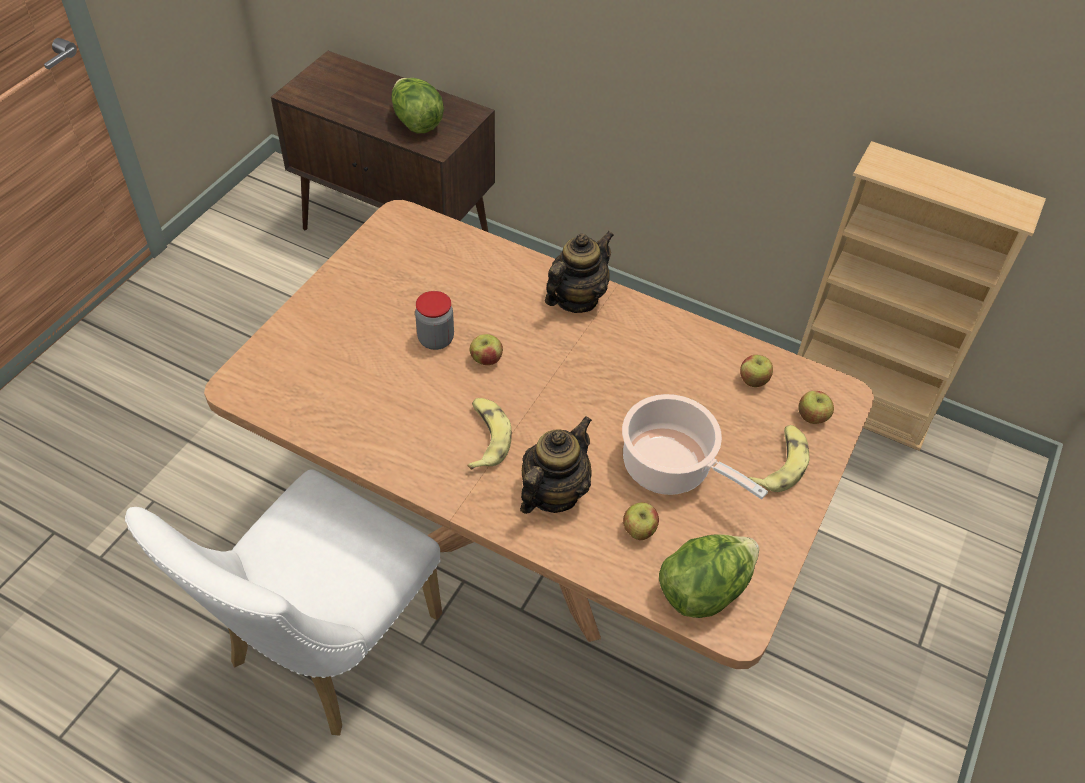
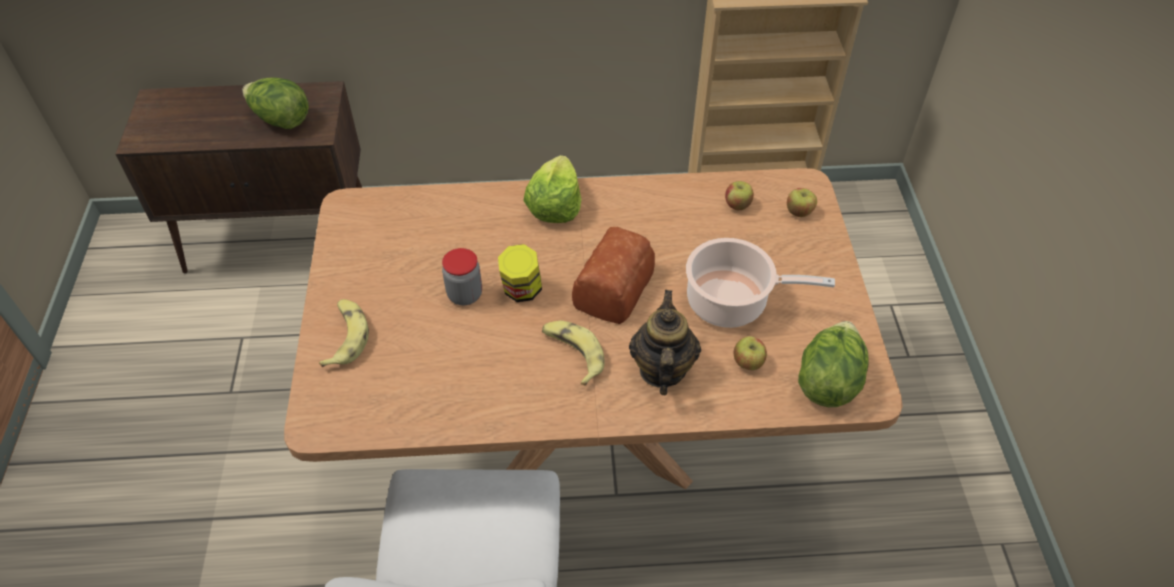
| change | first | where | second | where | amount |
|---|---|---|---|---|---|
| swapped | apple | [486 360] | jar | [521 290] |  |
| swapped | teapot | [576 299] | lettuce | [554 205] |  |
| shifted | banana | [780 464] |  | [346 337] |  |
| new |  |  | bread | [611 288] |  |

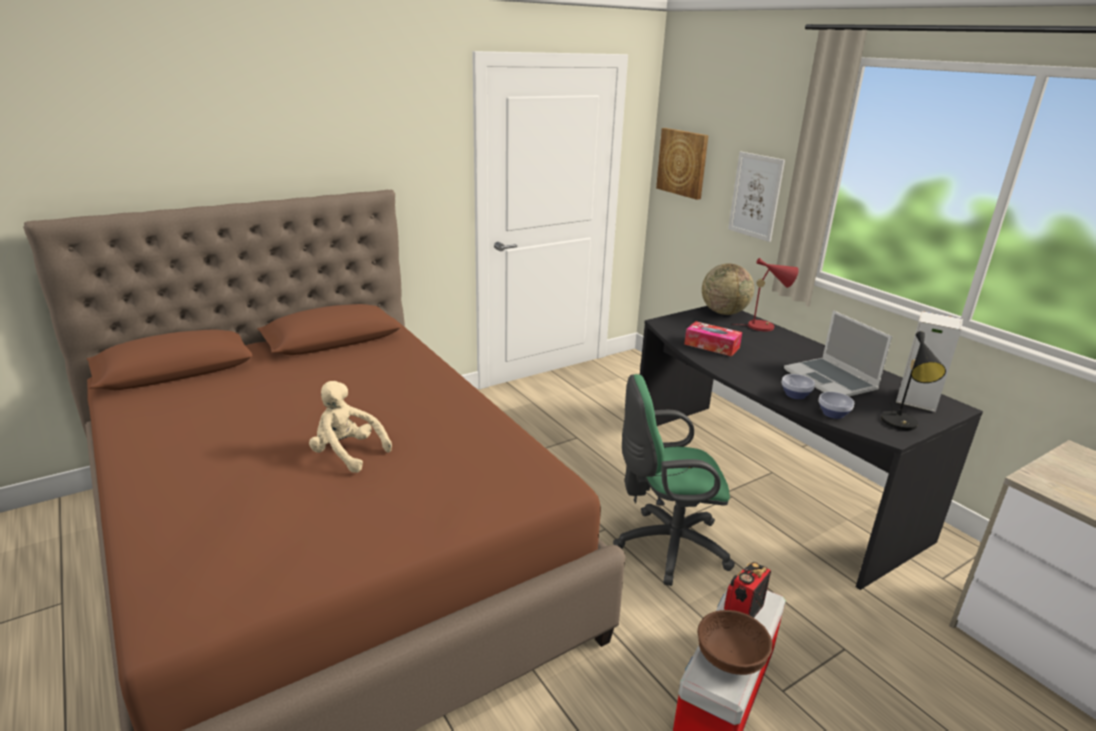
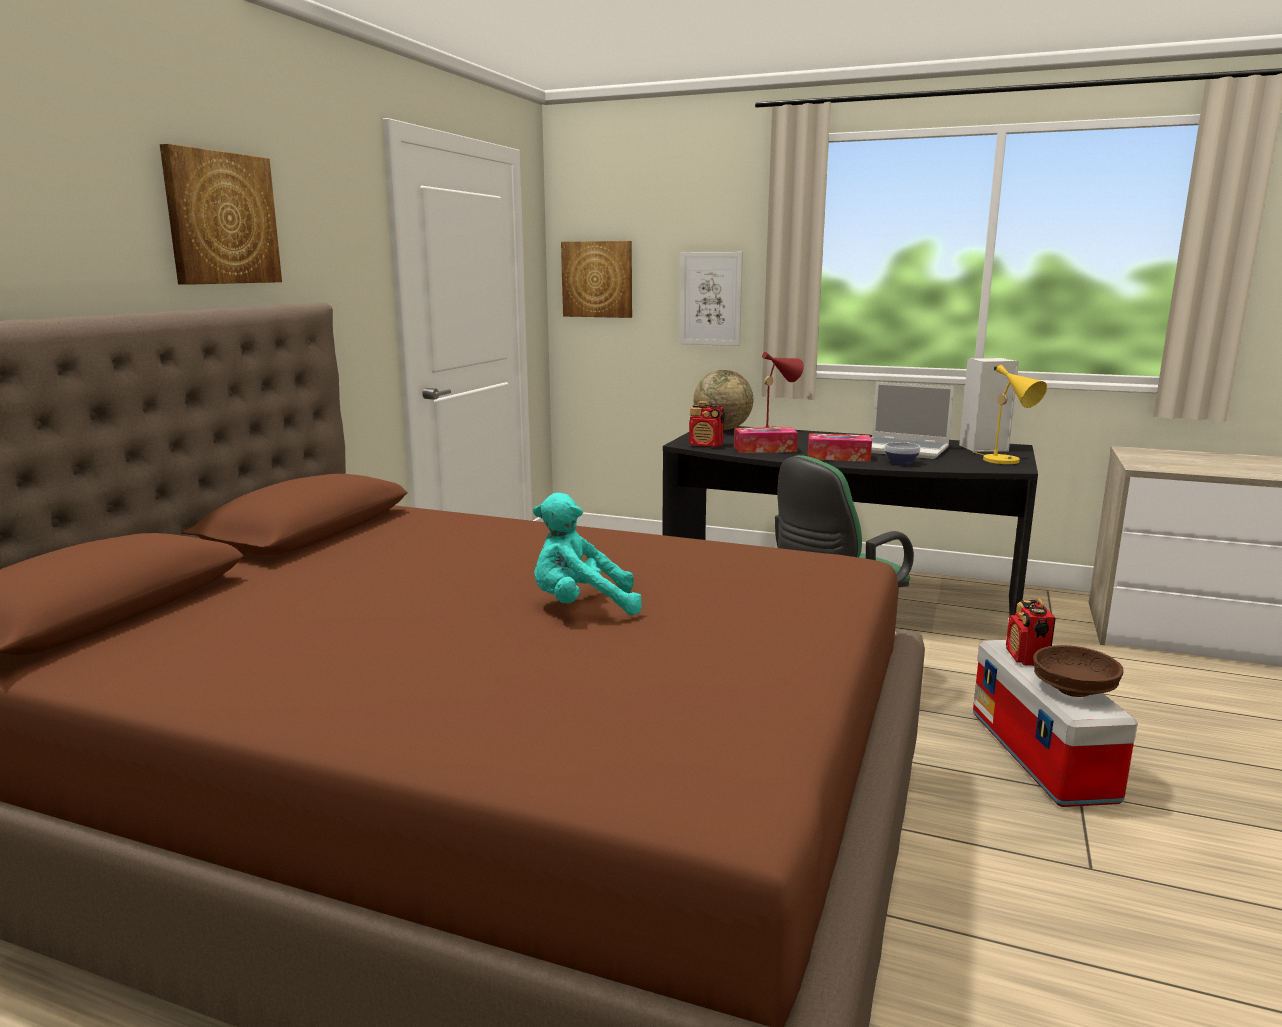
| change | first | where | second | where | amount |
|---|---|---|---|---|---|
| repainted | beige plush toy | [347 453] | turquoise plush toy | [581 607] |  |
| gone | bowl | [833 414] |  |  |  |
| repainted | black table lamp | [901 424] | yellow table lamp | [1006 461] |  |
| new |  |  | picture | [221 218] |  |
| new |  |  | radio | [706 445] |  |
| new |  |  | tissue box | [838 457] |  |

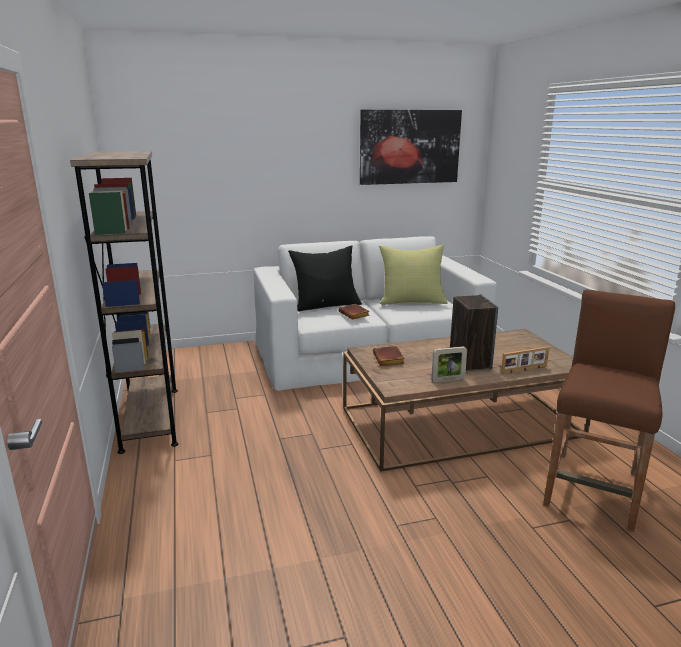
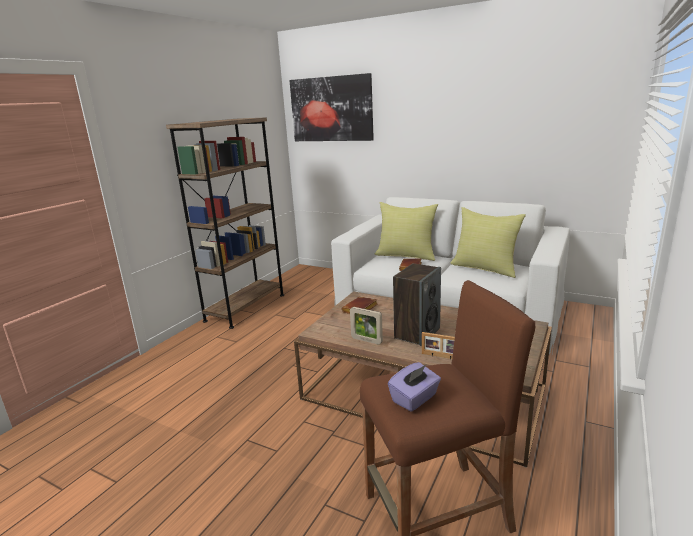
| change | first | where | second | where | amount |
|---|---|---|---|---|---|
| repainted | black pillow | [326 305] | yellow pillow | [406 255] |  |
| shifted | picture | [409 147] |  | [331 109] |  |
| new |  |  | purple tissue box | [415 399] |  |

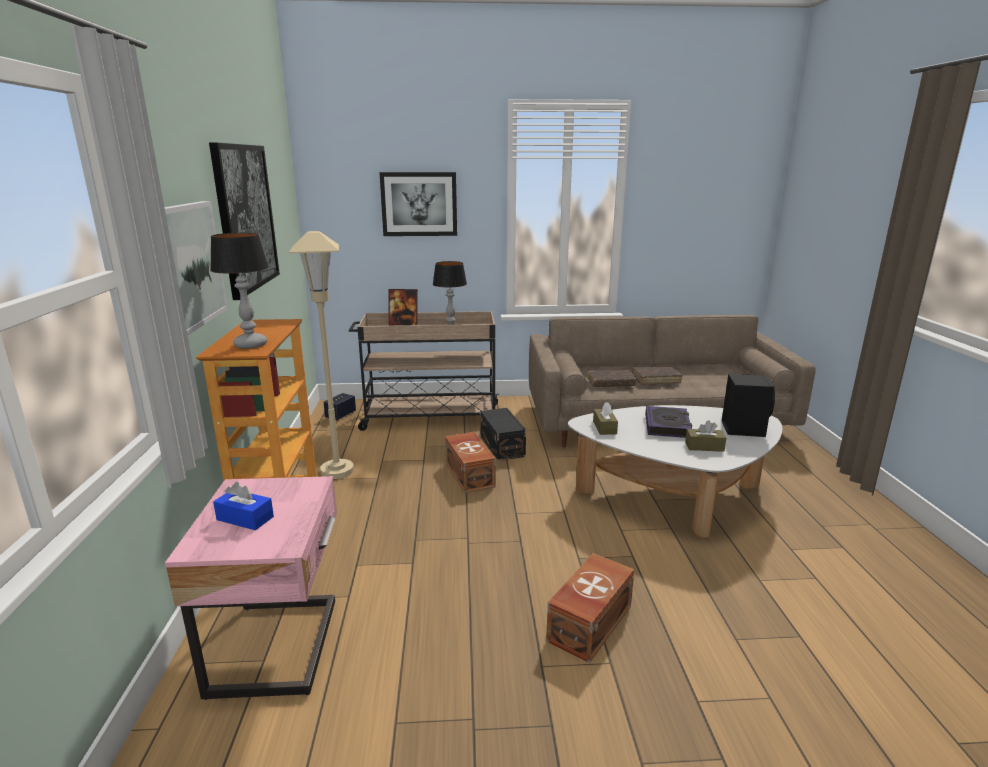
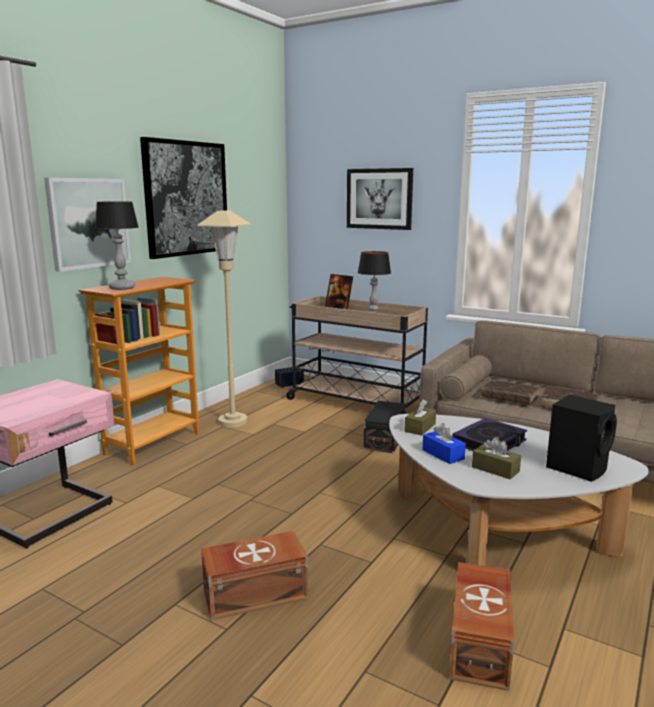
| change | first | where | second | where | amount |
|---|---|---|---|---|---|
| shifted | blue tissue box | [245 518] |  | [443 454] |  |
| shifted | brown storage box | [470 474] |  | [481 642] |  |

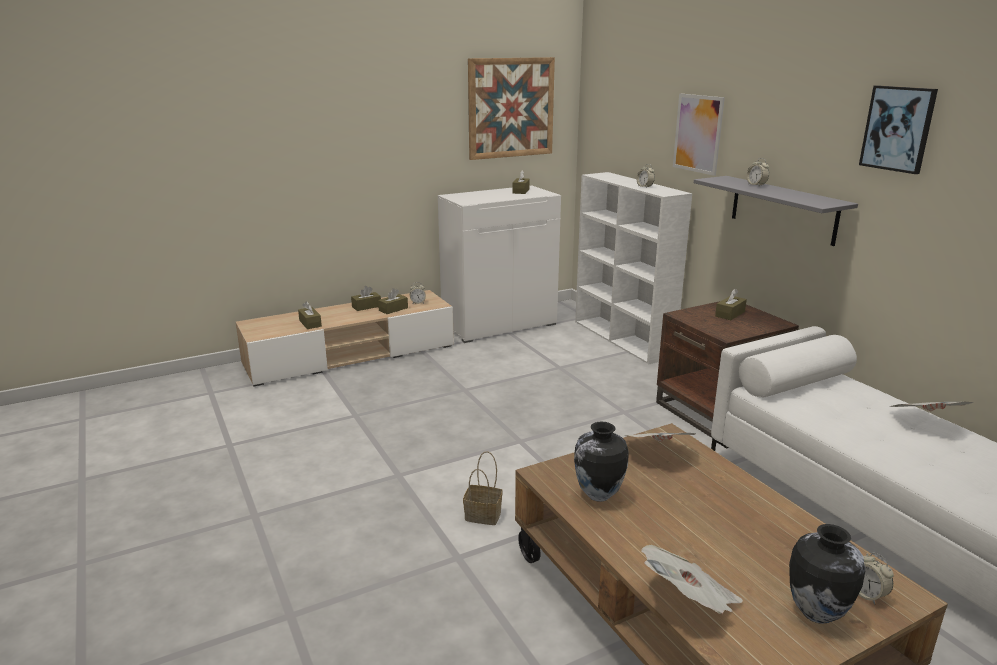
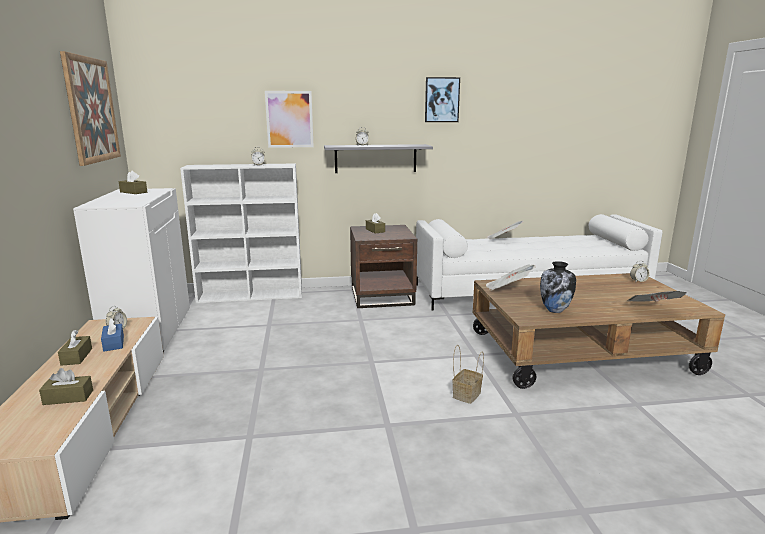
| change | first | where | second | where | amount |
|---|---|---|---|---|---|
| repainted | brown tissue box | [393 309] | blue tissue box | [113 343] |  |
| gone | vase | [816 612] |  |  |  |

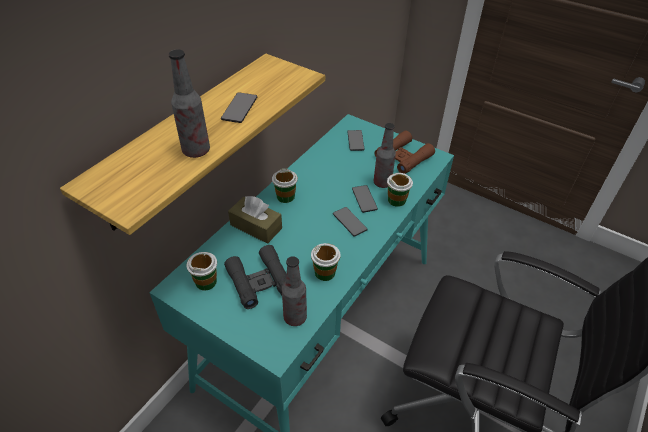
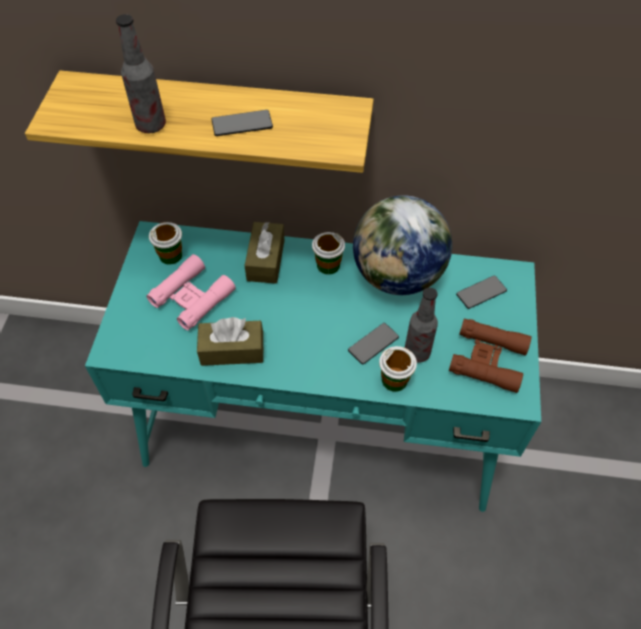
| change | first | where | second | where | amount |
|---|---|---|---|---|---|
| repainted | black binoculars | [259 281] | pink binoculars | [192 297] |  |
| gone | bottle | [295 317] |  |  |  |
| swapped | cup | [325 272] | brown tissue box | [232 350] |  |
| gone | phone | [349 222] |  |  |  |
| new |  |  | globe | [397 276] |  |

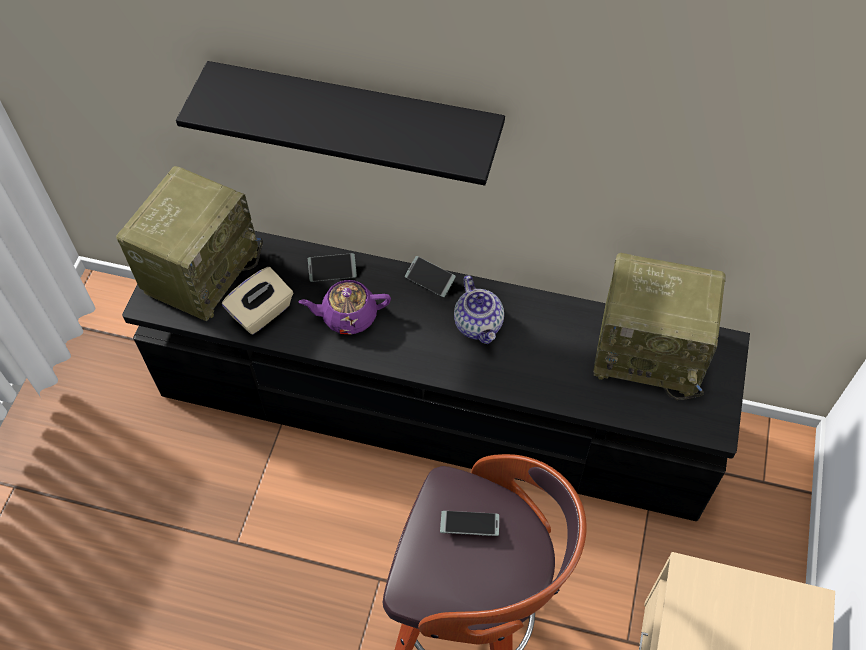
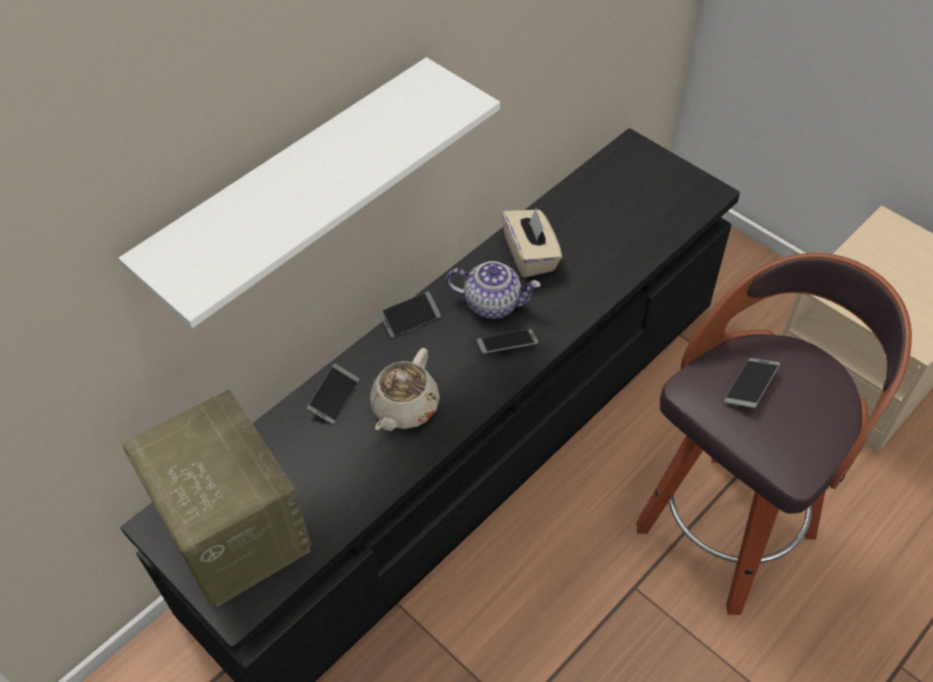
| change | first | where | second | where | amount |
|---|---|---|---|---|---|
| repainted | black shelf | [356 118] | white shelf | [293 190] |  |
| shifted | beige tissue box | [262 313] |  | [531 255] |  |
| repainted | purple teapot | [348 316] | beige teapot | [404 408] |  |
| gone | radio | [651 351] |  |  |  |
| new |  |  | phone | [507 345] |  |

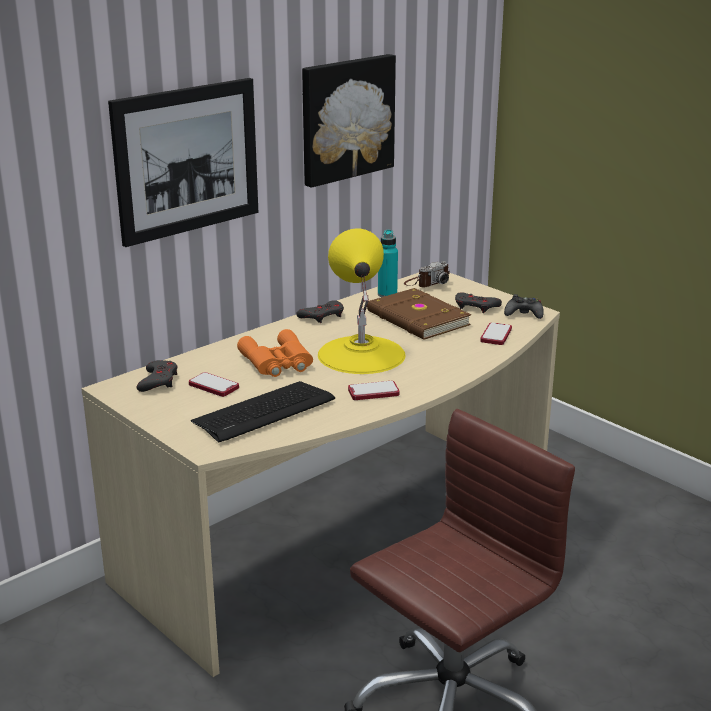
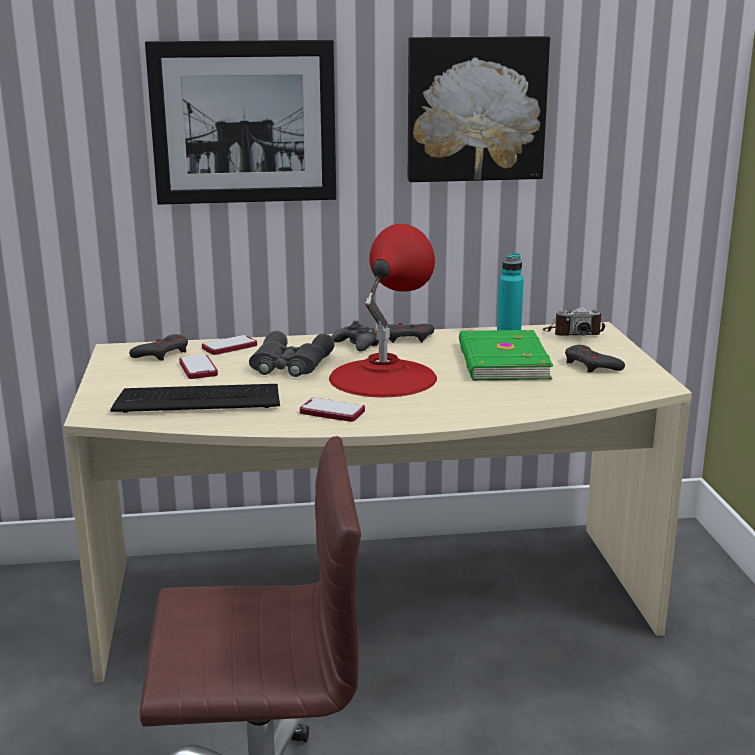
| change | first | where | second | where | amount |
|---|---|---|---|---|---|
| repainted | orange binoculars | [277 362] | grey binoculars | [289 364] |  |
| repainted | yellow table lamp | [361 354] | red table lamp | [382 377] |  |
| repainted | brown book | [417 319] | green book | [501 361] |  |
| shifted | phone | [496 335] |  | [229 347] |  |
| shifted | black game controller | [524 313] |  | [357 345] |  |

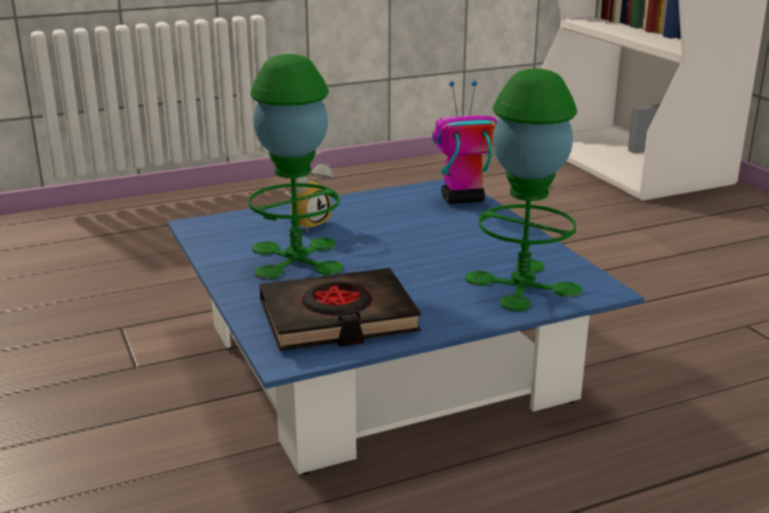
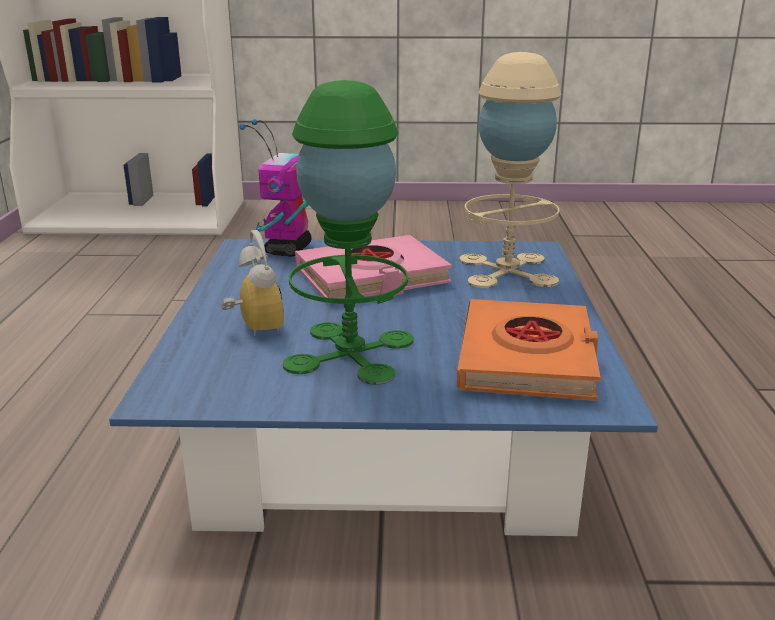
| change | first | where | second | where | amount |
|---|---|---|---|---|---|
| repainted | black book | [338 319] | orange book | [527 359] |  |
| repainted | green table lamp | [522 284] | beige table lamp | [507 270] |  |
| new |  |  | pink book | [372 278] |  |

